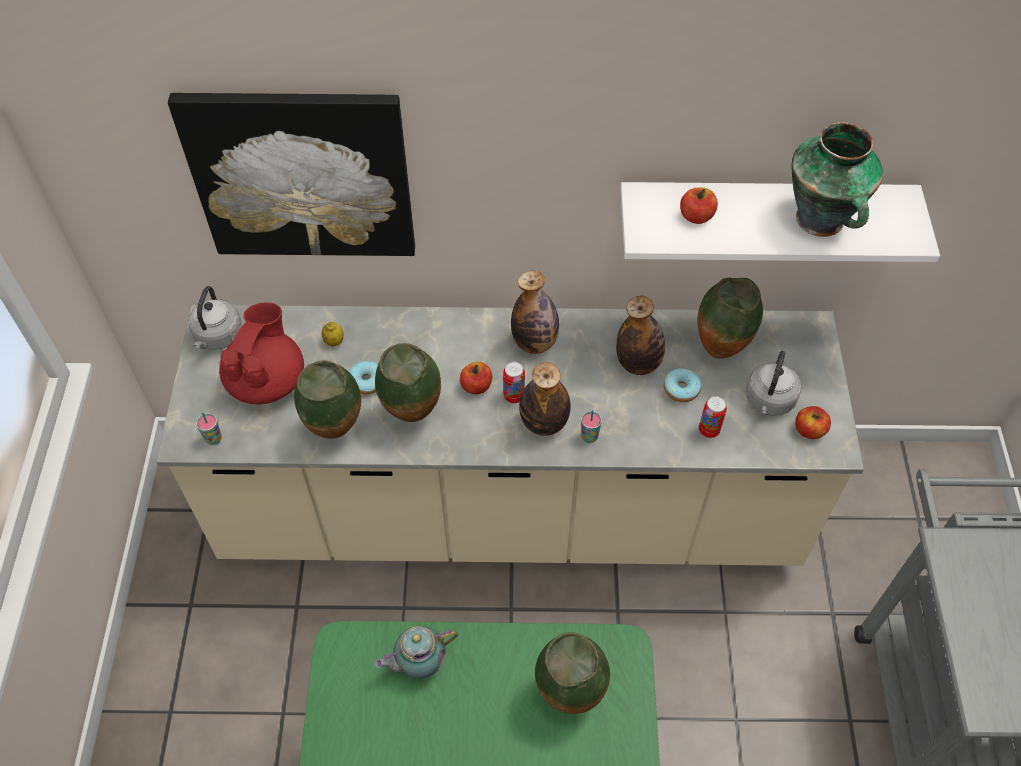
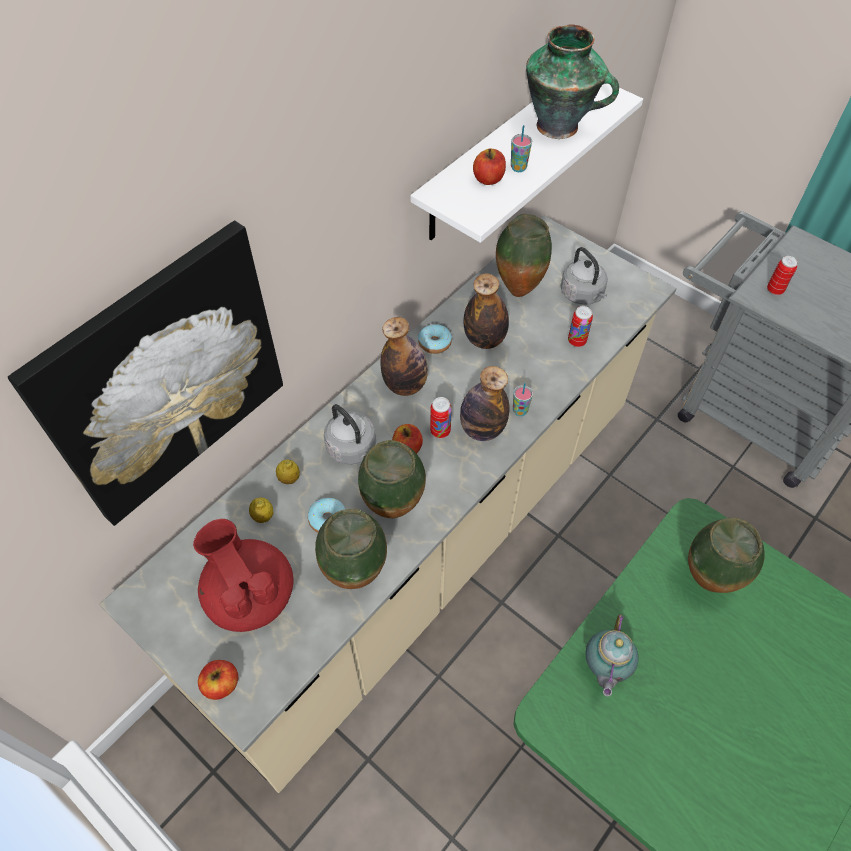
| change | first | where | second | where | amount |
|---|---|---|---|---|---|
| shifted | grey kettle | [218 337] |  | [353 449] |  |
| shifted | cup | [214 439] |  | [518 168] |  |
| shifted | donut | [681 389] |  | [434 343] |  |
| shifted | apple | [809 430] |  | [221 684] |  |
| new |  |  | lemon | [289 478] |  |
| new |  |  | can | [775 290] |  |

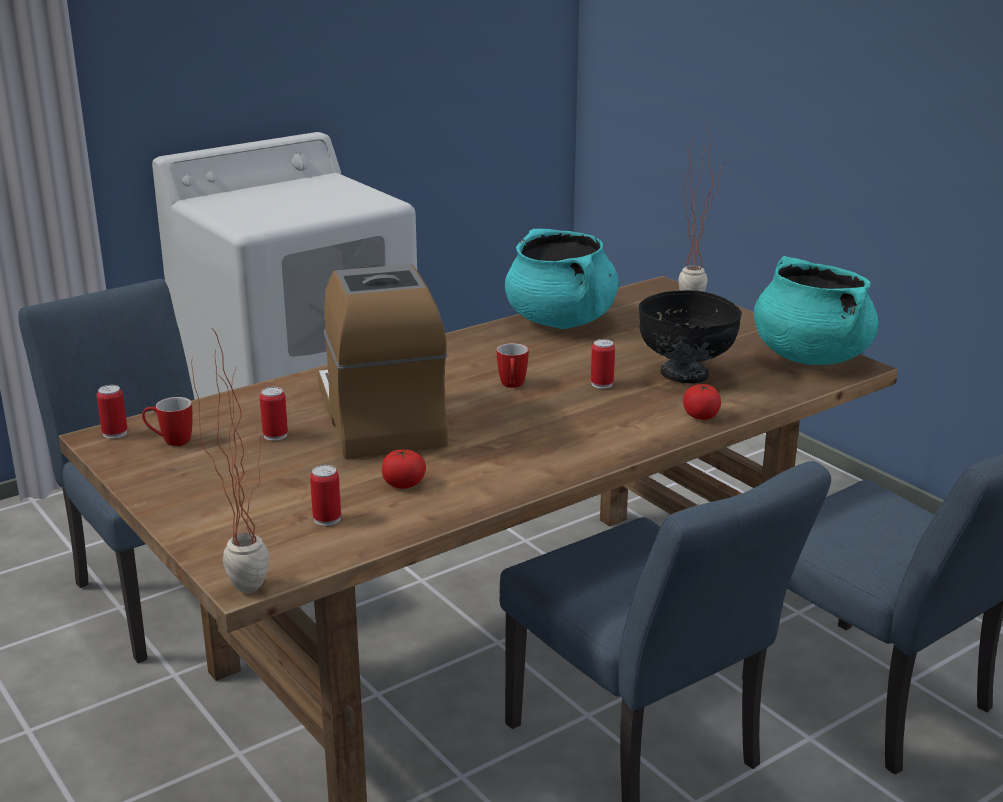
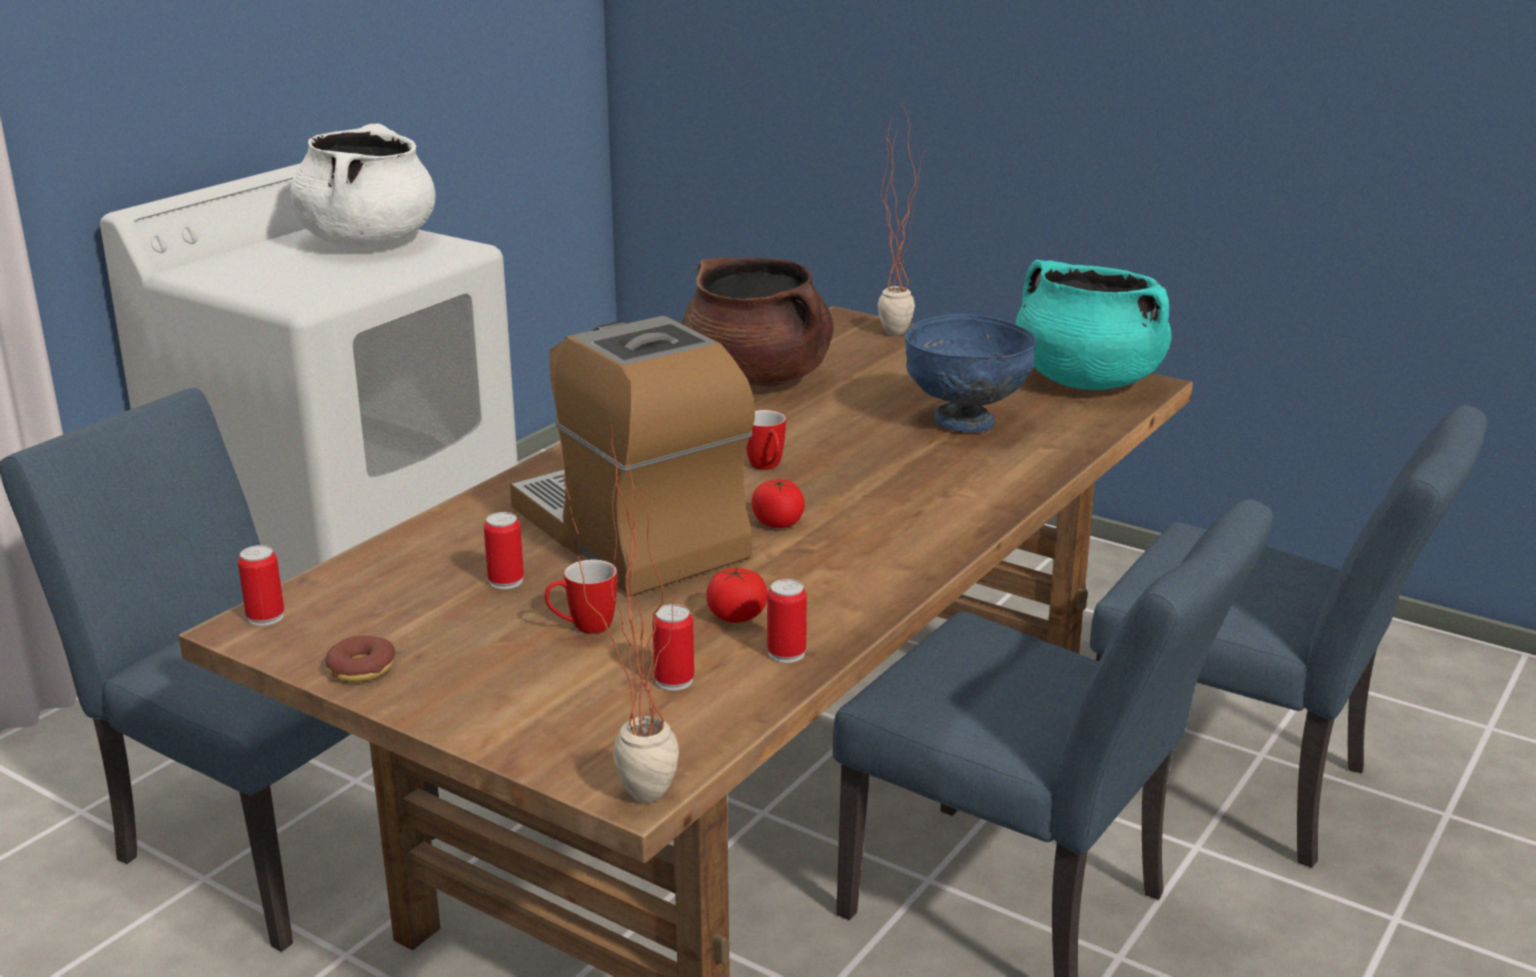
| change | first | where | second | where | amount |
|---|---|---|---|---|---|
| shifted | mug | [170 441] |  | [582 627] |  |
| repainted | turquoise cooking pot | [561 321] | brown cooking pot | [758 377] |  |
| shifted | can | [602 384] |  | [786 653] |  |
| repainted | black bowl | [685 375] | blue bowl | [964 423] |  |
| shifted | tomato | [701 416] |  | [778 523] |  |
| new |  |  | white cooking pot | [368 242] |  |
| new |  |  | donut | [361 669] |  |

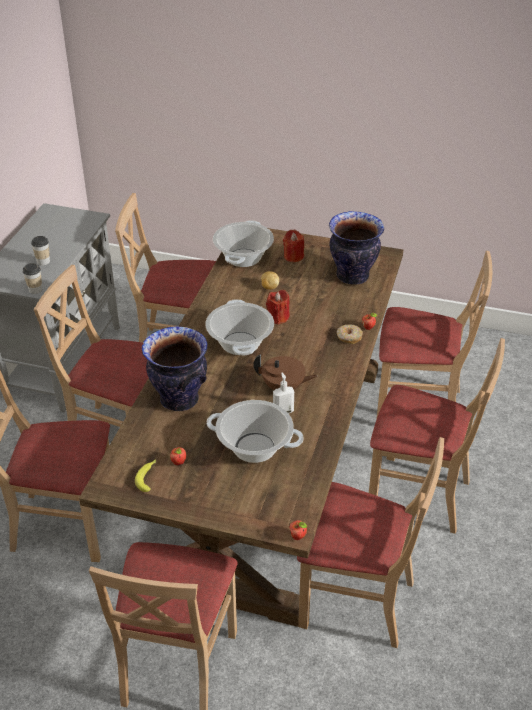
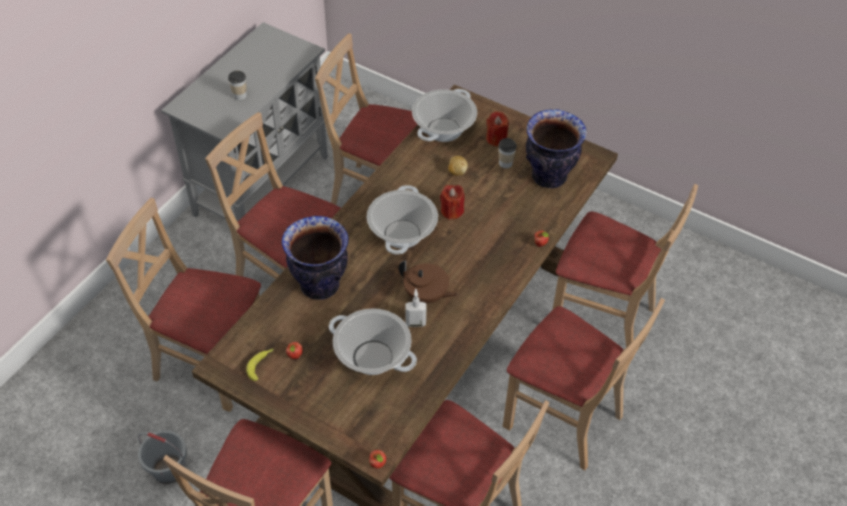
| change | first | where | second | where | amount |
|---|---|---|---|---|---|
| shifted | cup | [35 290] |  | [505 163] |  |
| gone | donut | [349 337] |  |  |  |
| new |  |  | grey bucket | [169 470] |  |

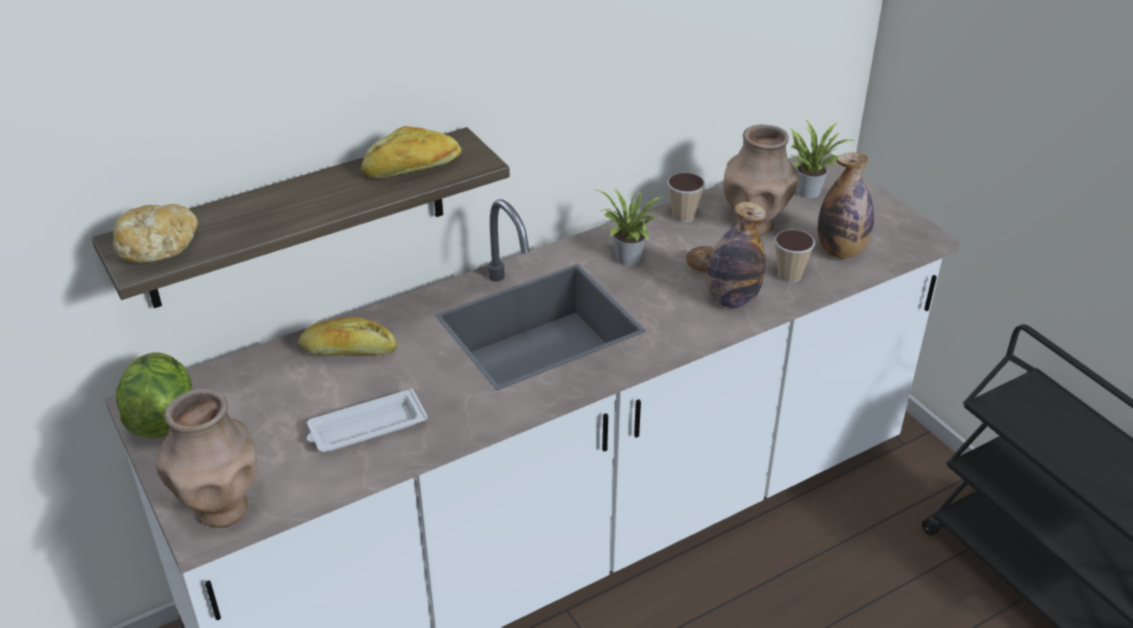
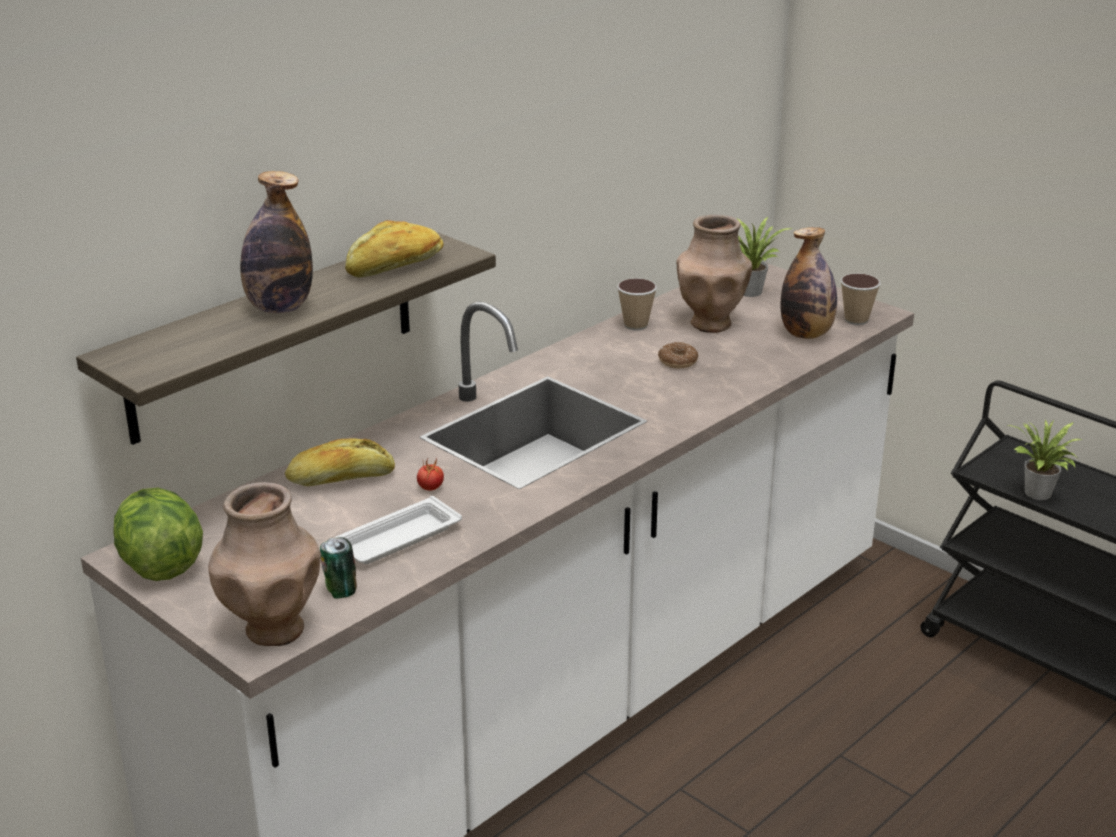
| change | first | where | second | where | amount |
|---|---|---|---|---|---|
| gone | bread | [158 249] |  |  |  |
| shifted | potted plant | [627 260] |  | [1038 495] |  |
| shifted | bottle | [731 300] |  | [279 308] |  |
| shifted | cup | [789 275] |  | [856 320] |  |
| new |  |  | can | [340 591] |  |
| new |  |  | tomato | [430 488] |  |

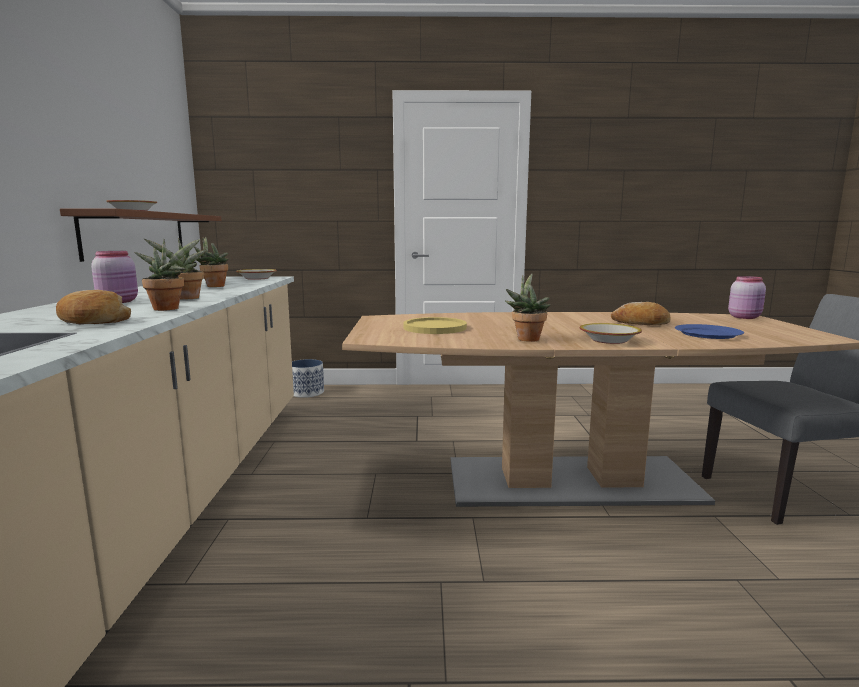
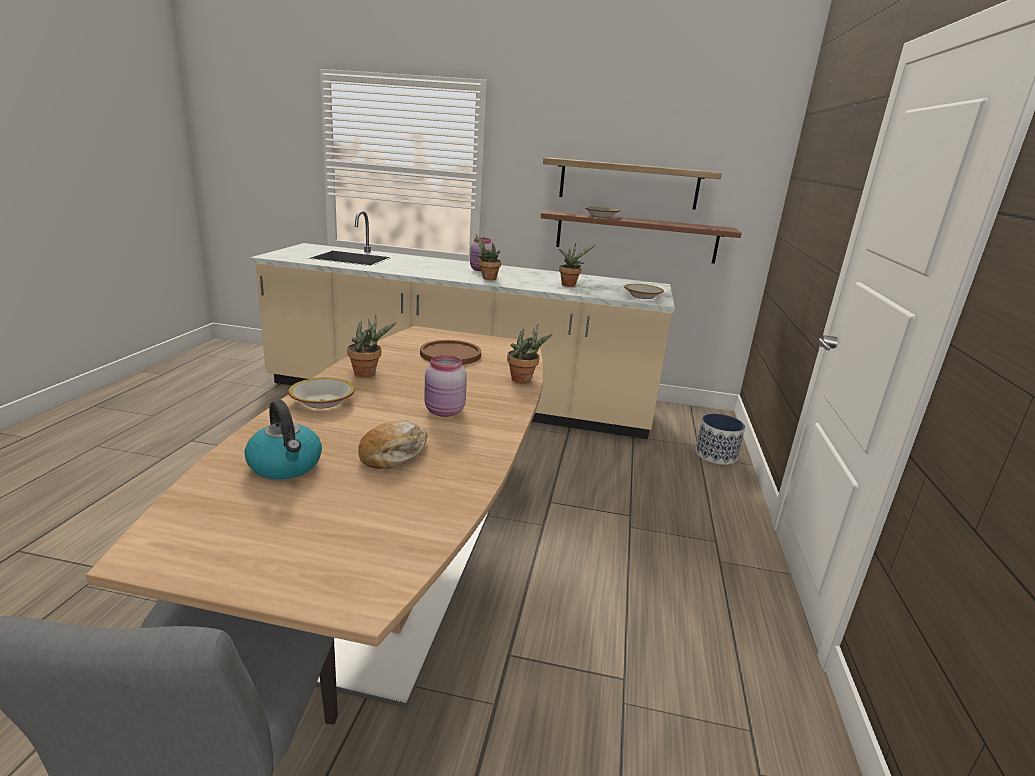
| change | first | where | second | where | amount |
|---|---|---|---|---|---|
| gone | bread | [92 321] |  |  |  |
| shifted | potted plant | [168 308] |  | [524 380] |  |
| repainted | yellow plate | [435 327] | brown plate | [450 354] |  |
| swapped | blue plate | [707 334] | kettle | [286 466] |  |
| shifted | pink jar | [745 317] |  | [444 412] |  |
| new |  |  | shelf | [628 184] |  |

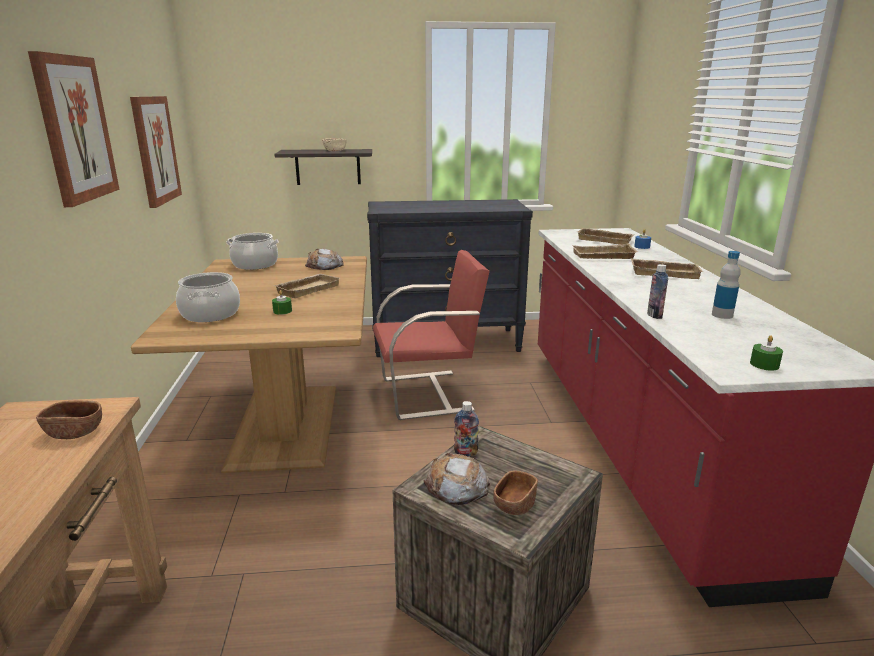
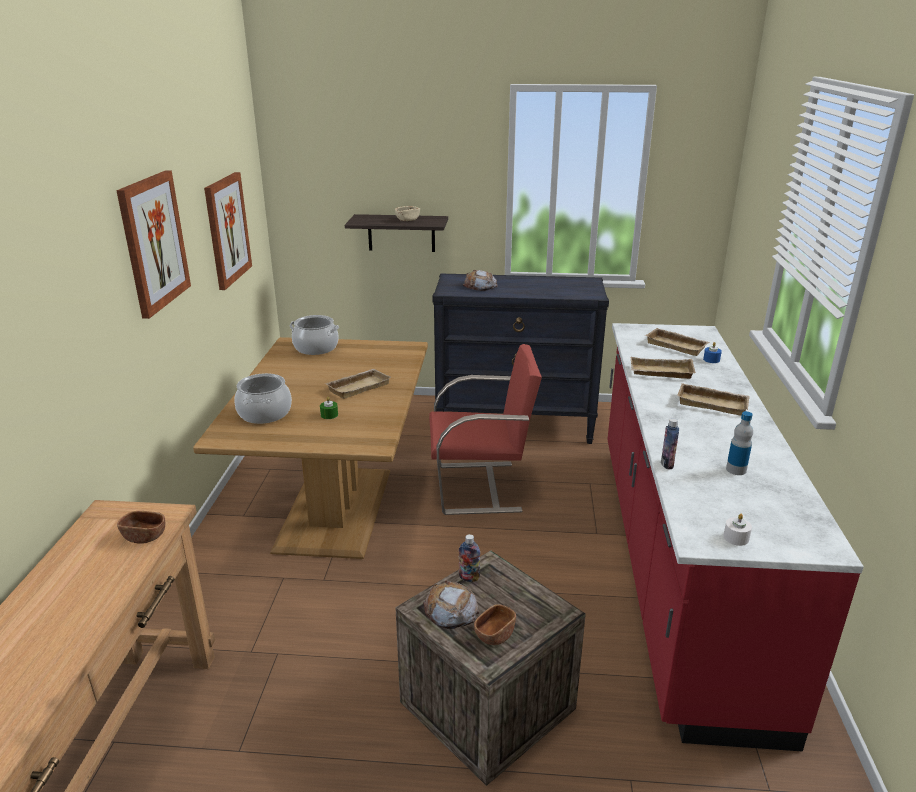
| change | first | where | second | where | amount |
|---|---|---|---|---|---|
| shifted | bread | [324 265] |  | [480 286] |  |
| repainted | green candle | [764 364] | white candle | [736 538] |  |

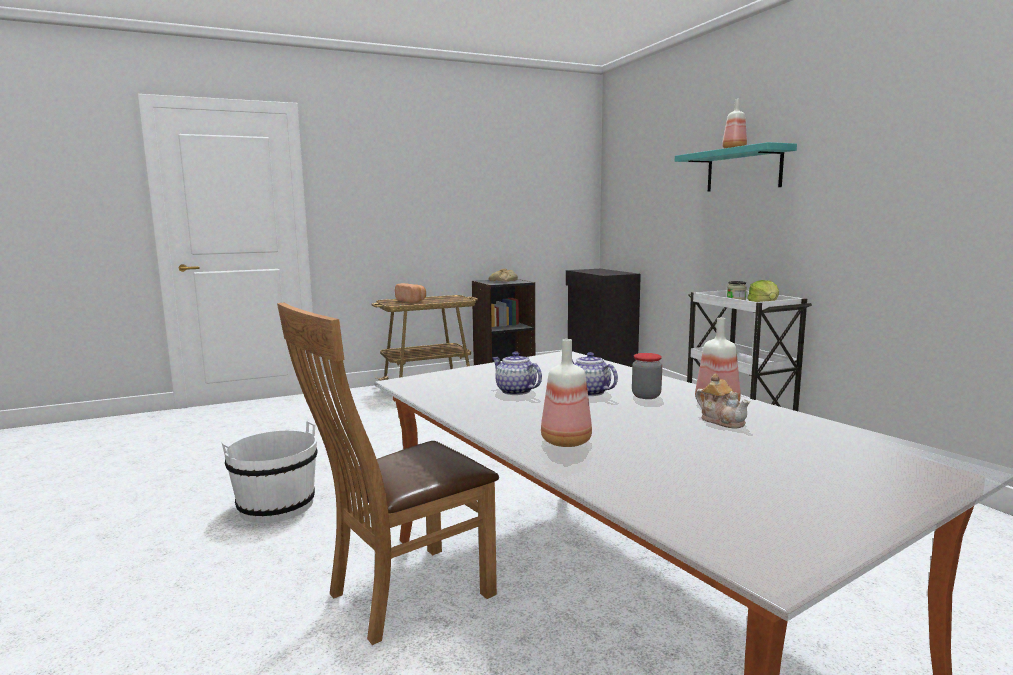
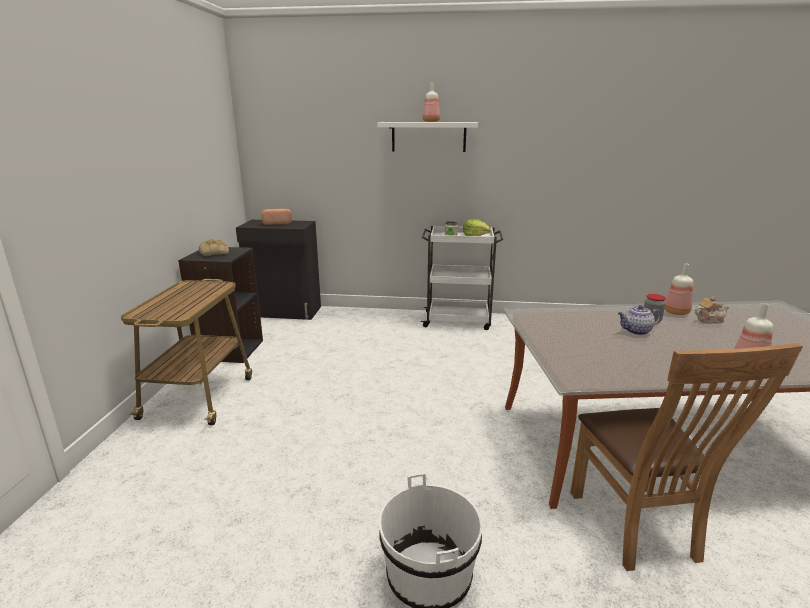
| change | first | where | second | where | amount |
|---|---|---|---|---|---|
| shifted | bread | [412 301] |  | [277 223] |  |
| gone | teapot | [515 391] |  |  |  |
| repainted | turquoise shelf | [743 170] | white shelf | [428 136] |  |

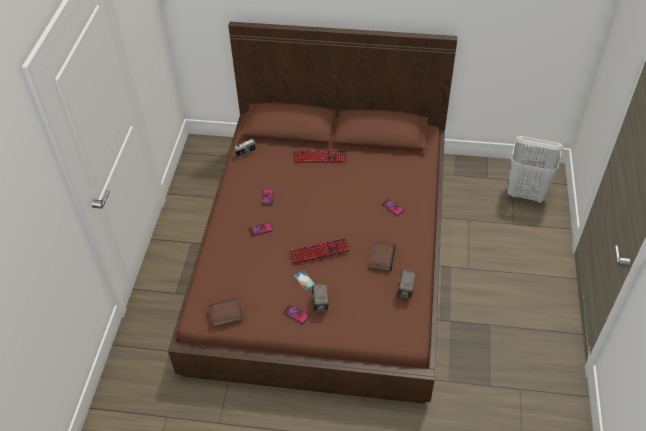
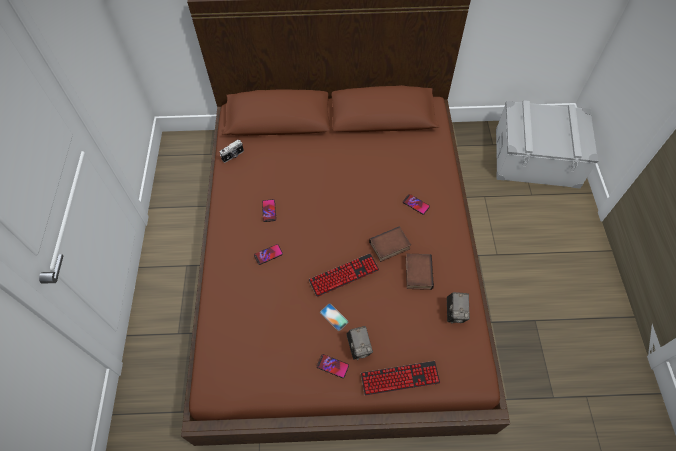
| change | first | where | second | where | amount |
|---|---|---|---|---|---|
| shifted | book | [226 315] |  | [389 247] |  |
| shifted | keyboard | [319 158] |  | [400 378] |  |
| swapped | white laundry basket | [526 193] | grey storage box | [536 157] |  |

